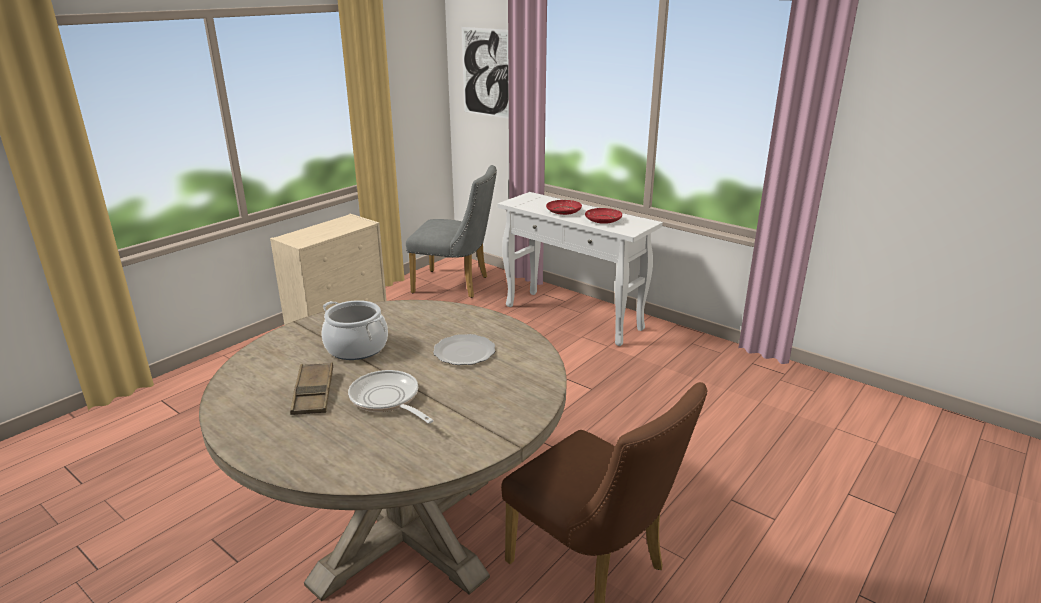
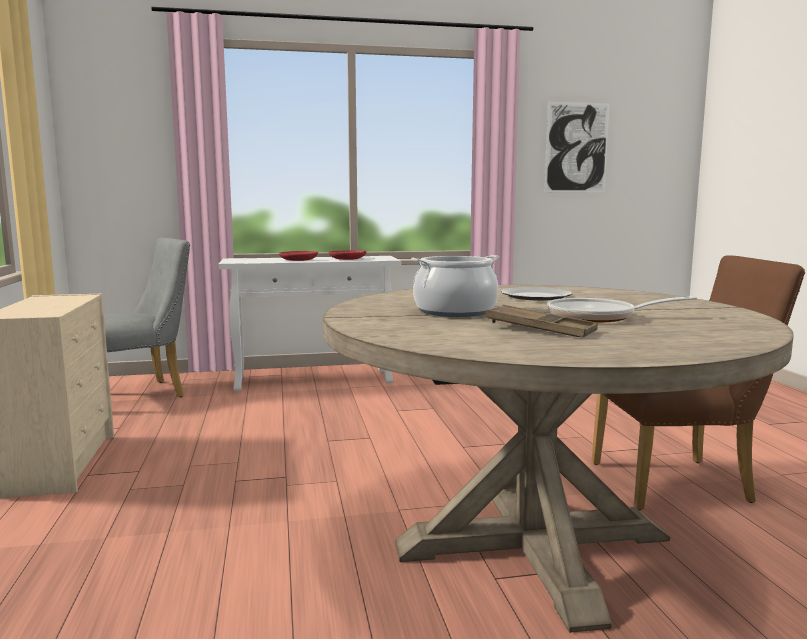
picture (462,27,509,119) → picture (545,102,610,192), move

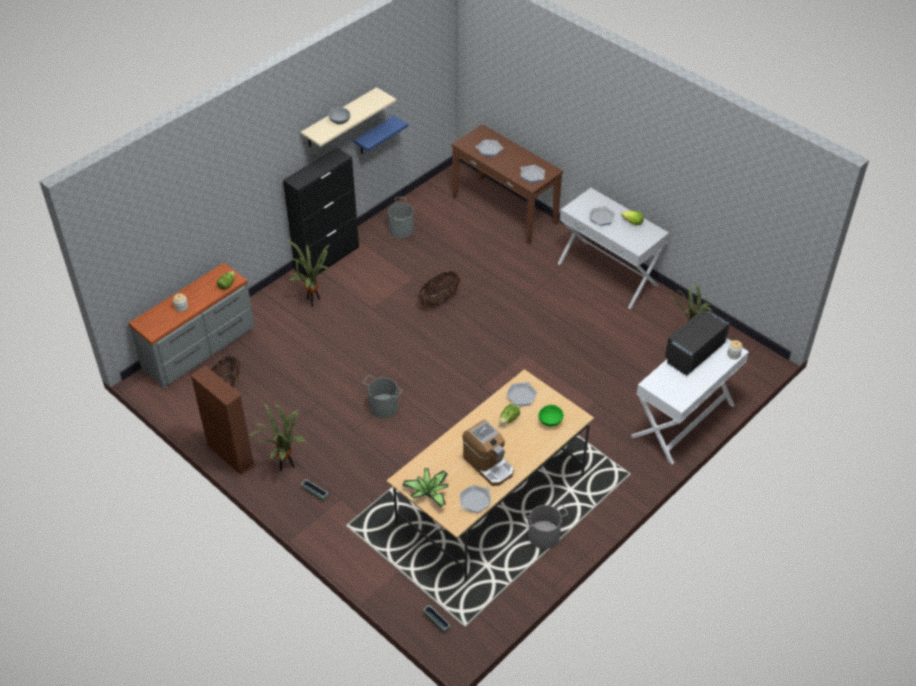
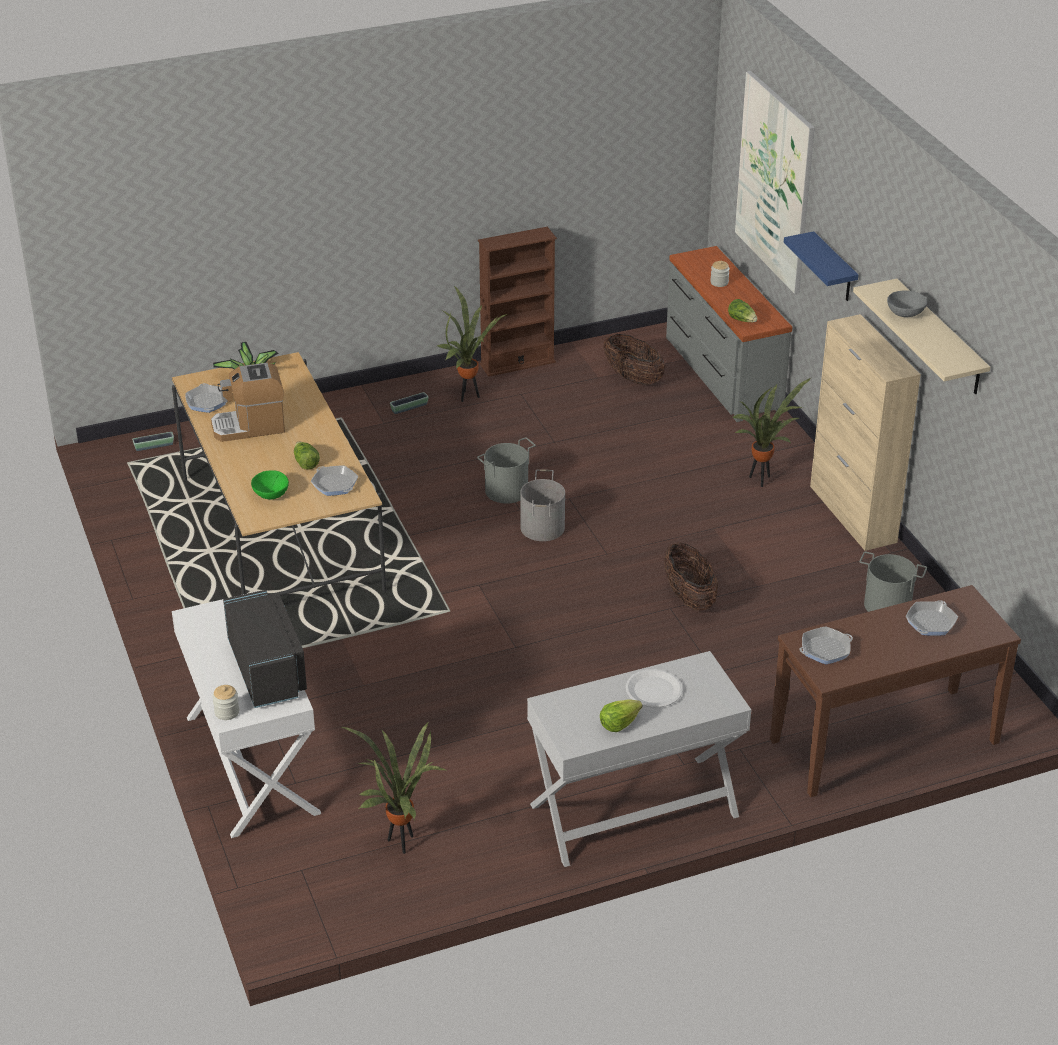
- → picture (735,71,815,294)
shelf (blue) (354,116,408,154) → shelf (blue) (784,231,858,301), move
bucket (grey) (523,505,568,549) → bucket (grey) (520,469,565,541), move
frying pan (589,206,615,226) → plate (white) (626,669,683,708)
cabinet (black) (283,148,359,278) → cabinet (beige) (810,314,921,551)

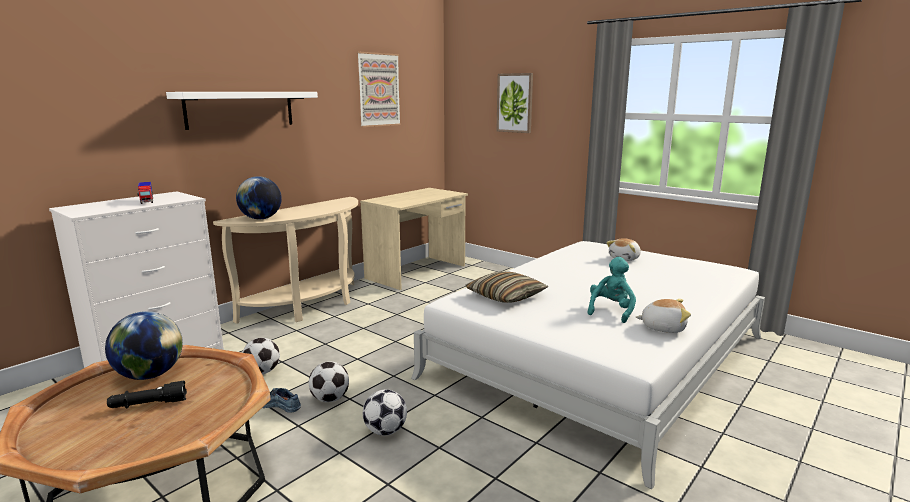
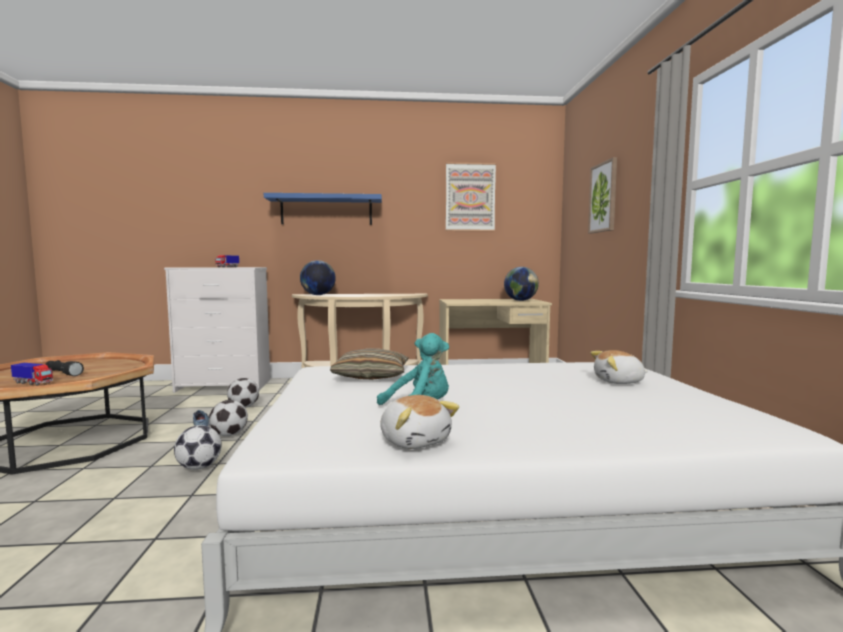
- → toy truck (11,363,53,386)
globe (105,311,183,380) → globe (504,267,539,301), move
shelf (white) (166,92,318,130) → shelf (blue) (264,193,382,225)

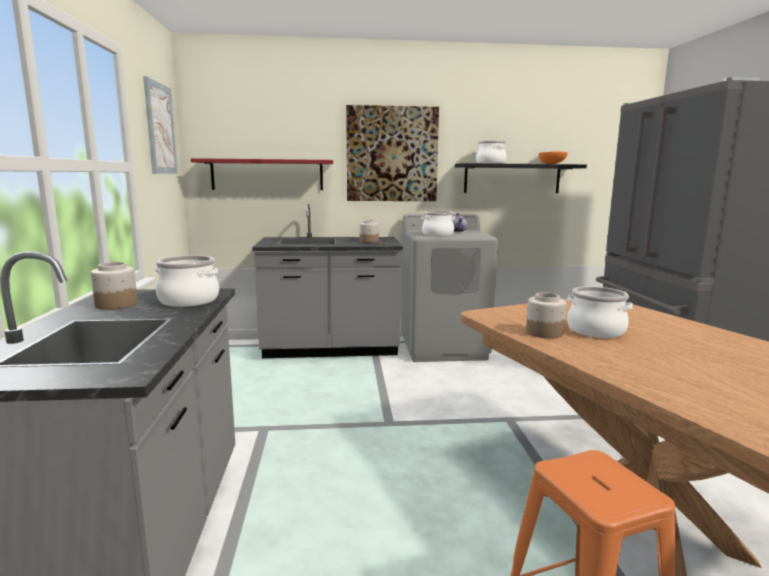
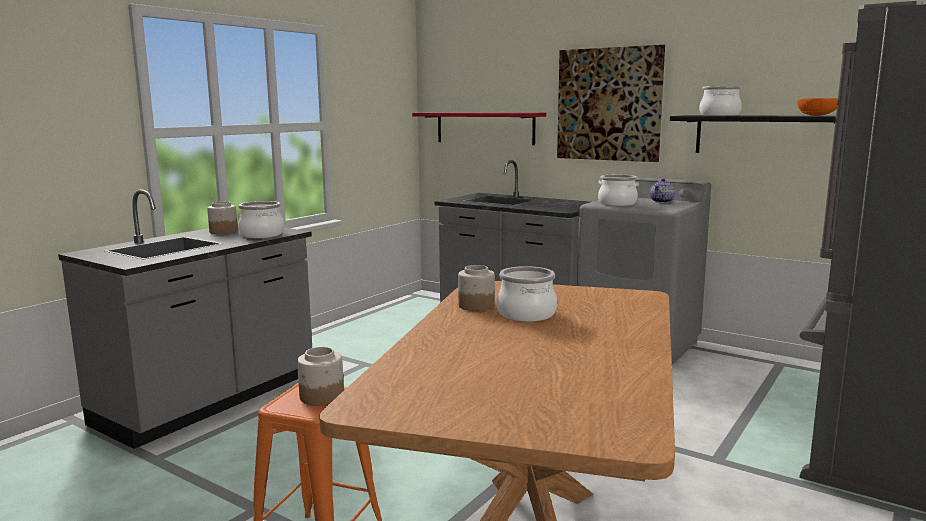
picture (143,76,178,174) → -
jar (360,220,379,243) → jar (297,347,344,405), move

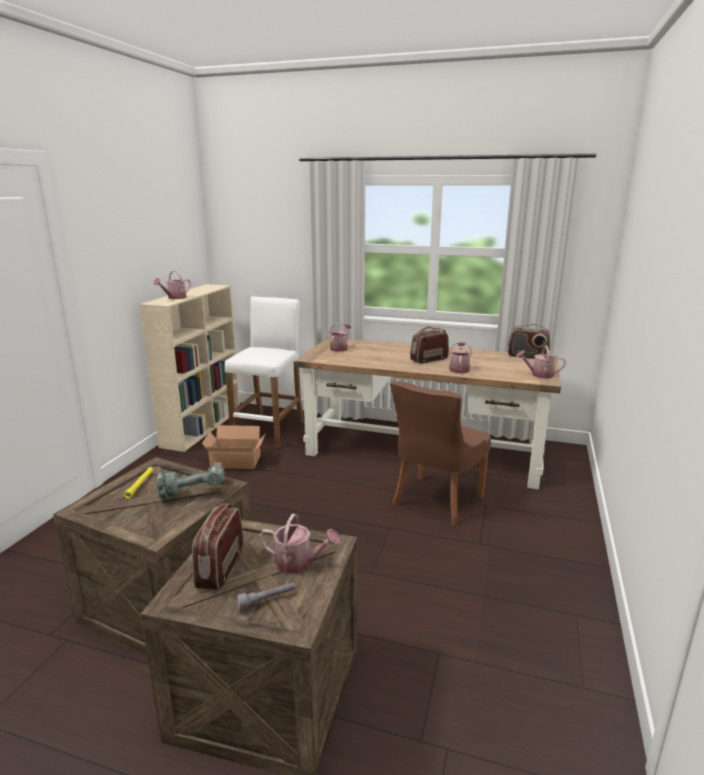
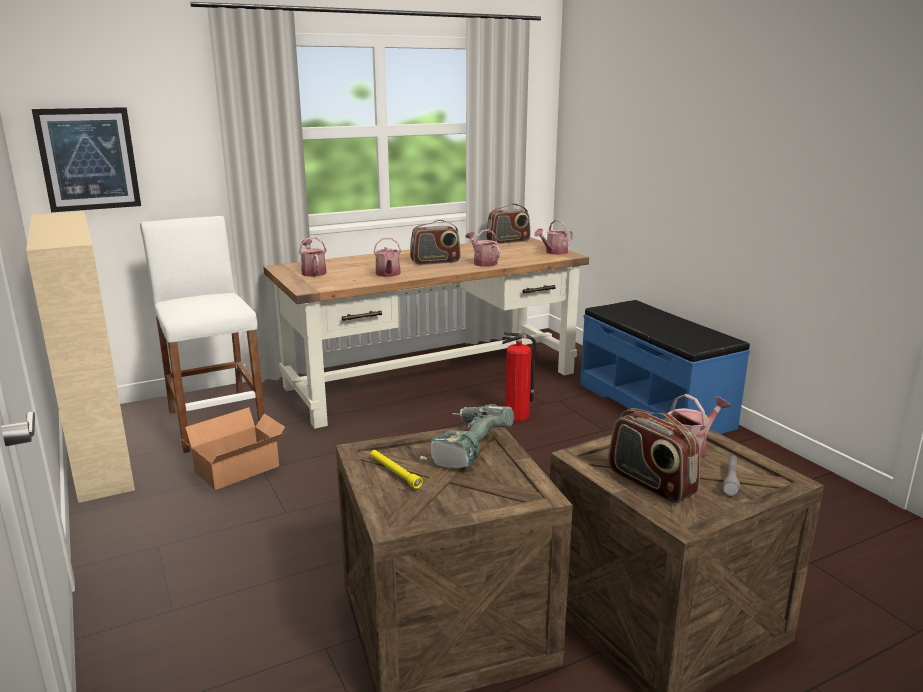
- → picture (32,107,141,212)
- → bench (blue) (580,300,750,434)
watering can (153,271,191,299) → watering can (373,238,401,277), move
chair (brown) (390,381,491,526) → fire extinguisher (502,332,537,421)
radio (410,326,449,364) → radio (410,220,461,265), 120 degrees counterclockwise

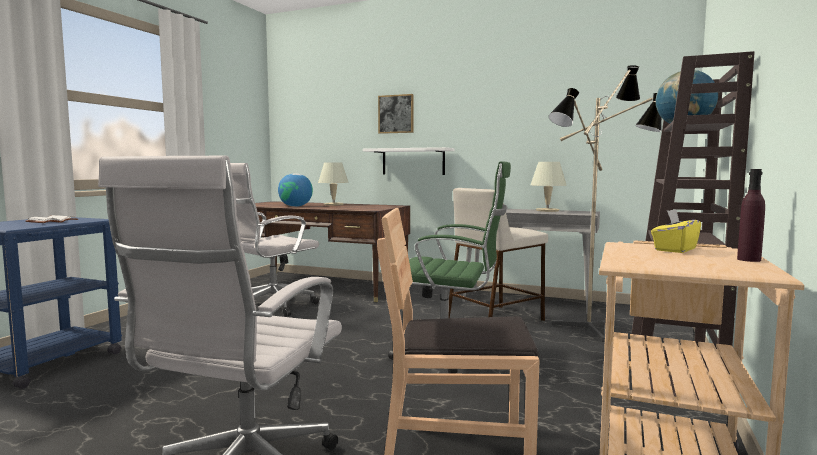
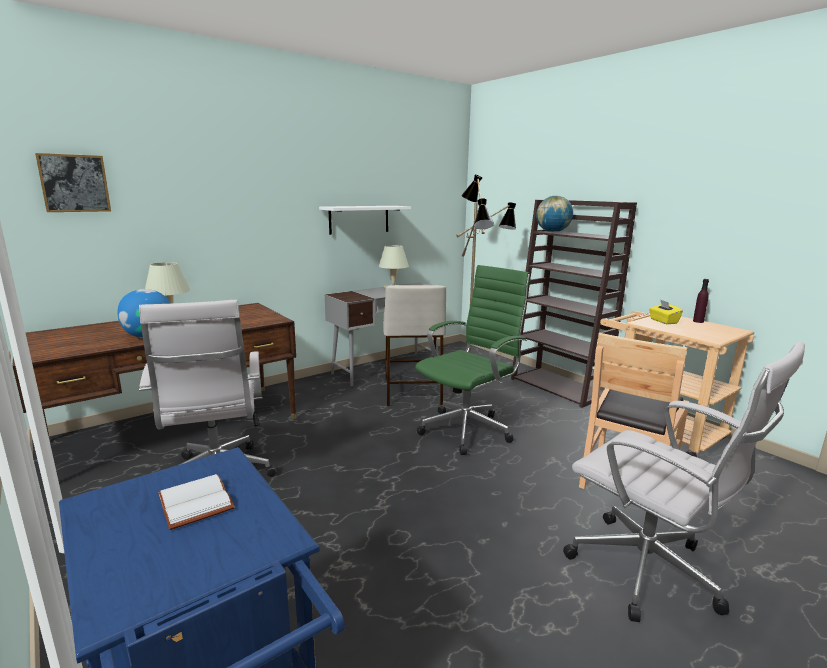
shelf (white) (363,147,454,175) → shelf (white) (319,206,411,235), move
picture (378,94,413,134) → picture (35,153,111,212), move

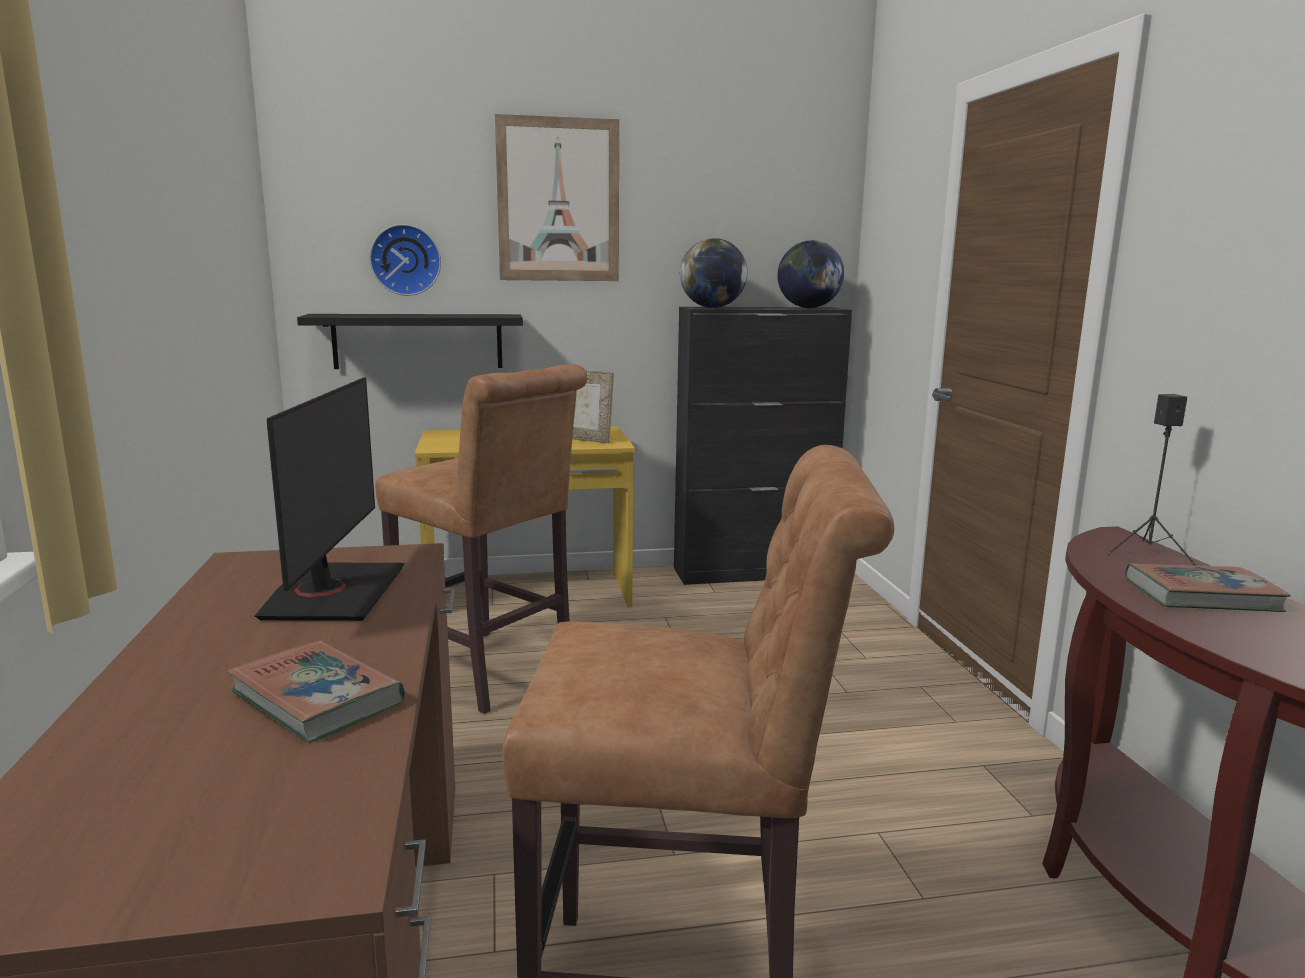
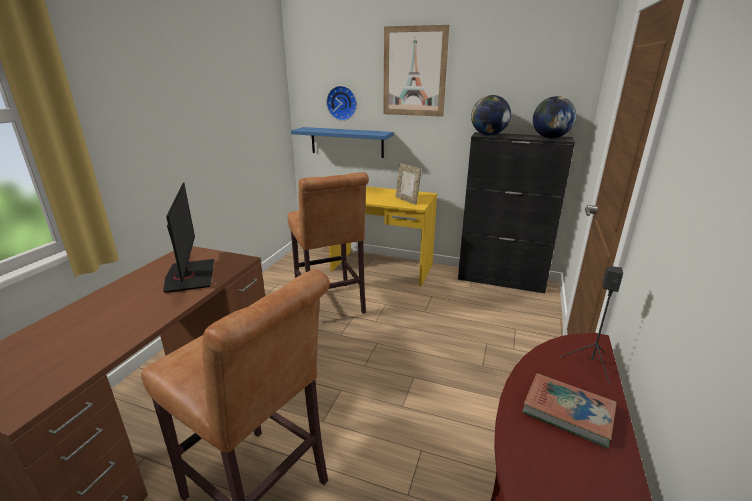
book (227,640,405,743) → -
shelf (black) (297,314,523,369) → shelf (blue) (291,127,393,158)
monitor (255,377,405,621) → monitor (163,183,214,293), 45 degrees counterclockwise

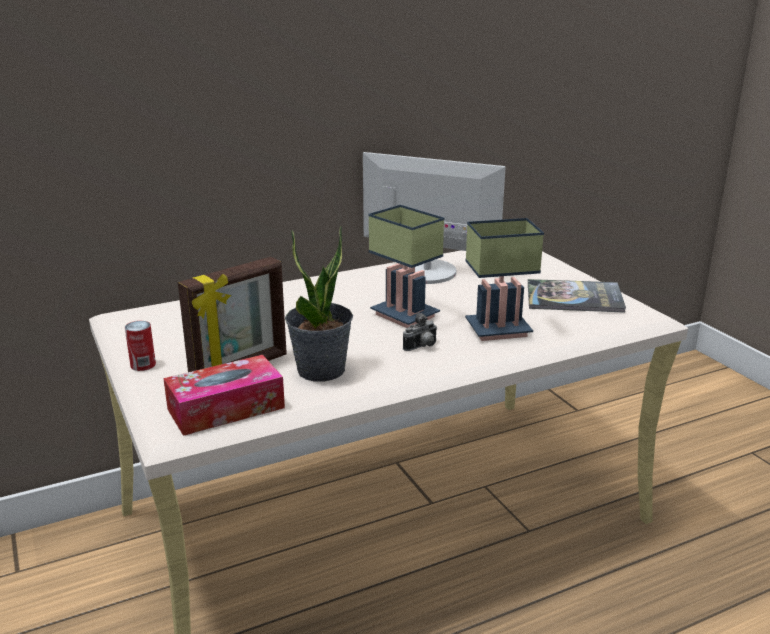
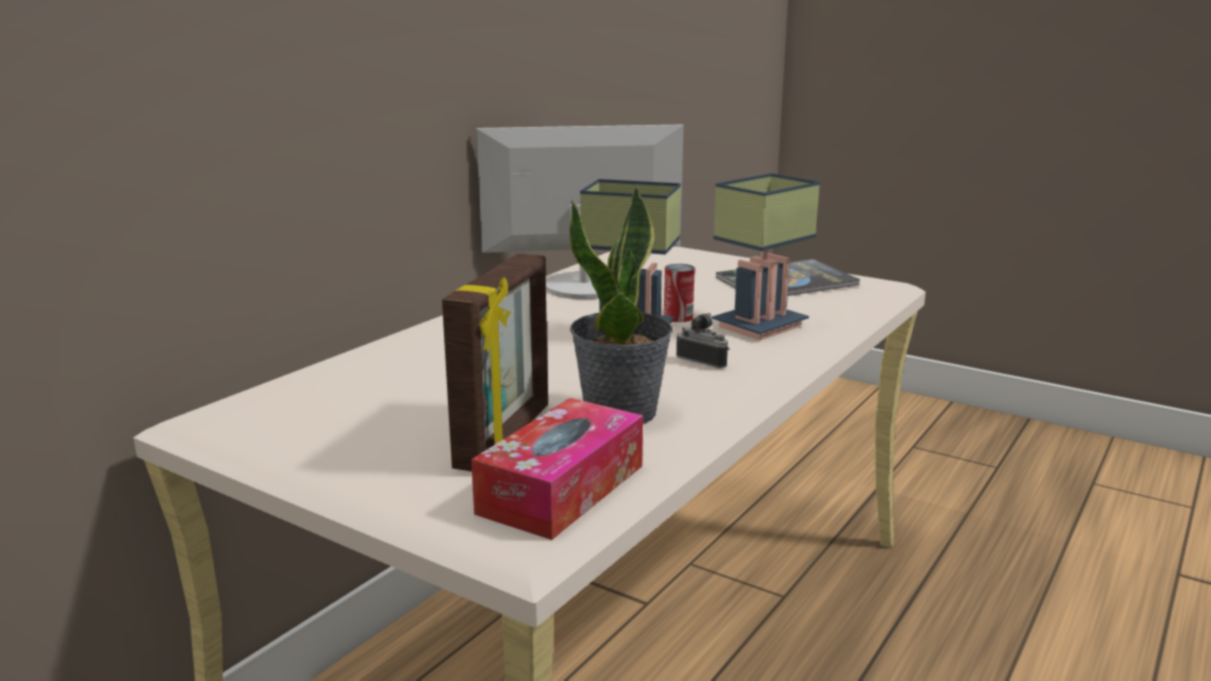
can (125,321,156,371) → can (664,264,695,322), move
photo camera (403,312,437,351) → photo camera (676,313,730,369), 75 degrees counterclockwise

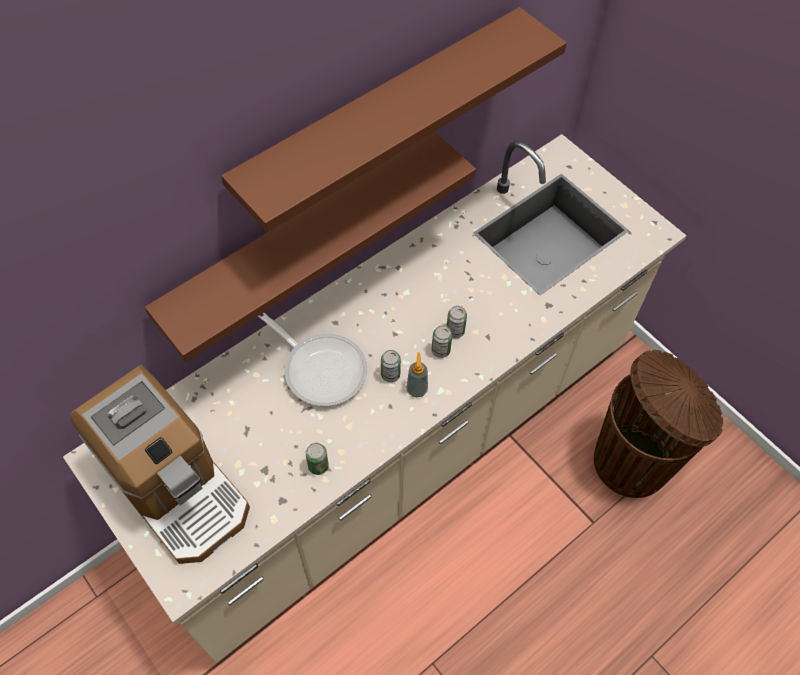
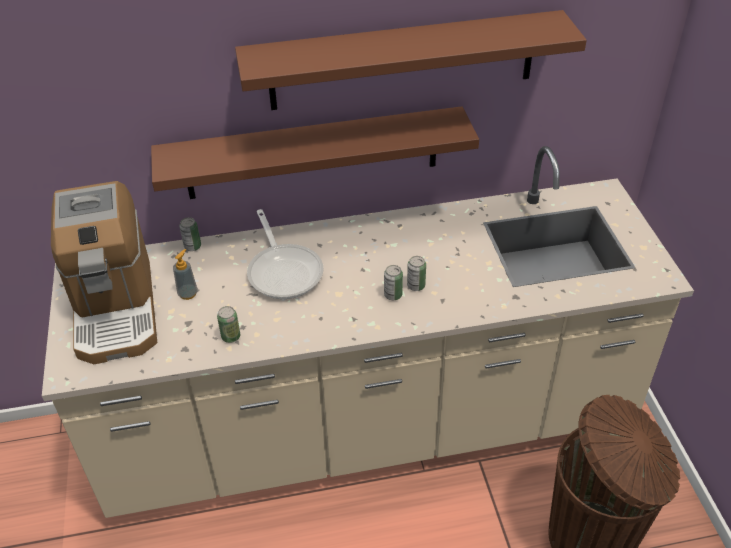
can (381,350,401,382) → can (179,217,201,251), move
soap dispenser (406,352,428,397) → soap dispenser (173,249,198,300), move

